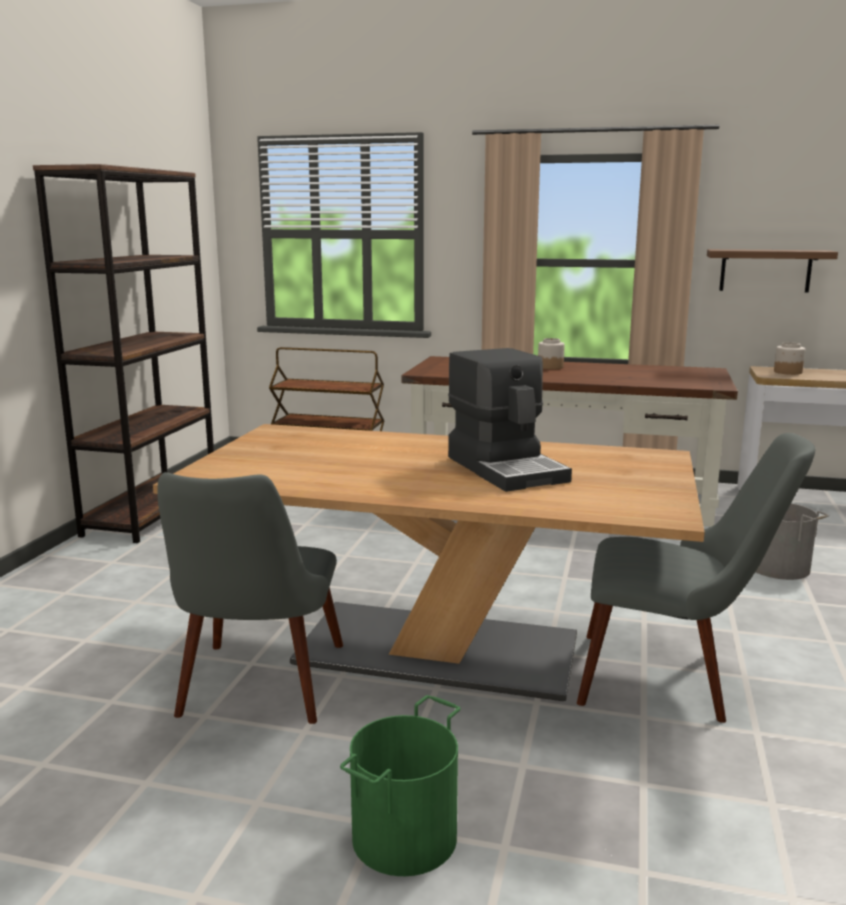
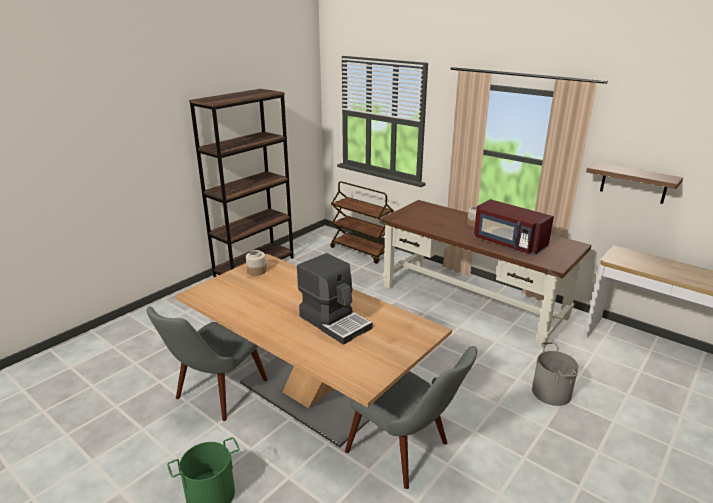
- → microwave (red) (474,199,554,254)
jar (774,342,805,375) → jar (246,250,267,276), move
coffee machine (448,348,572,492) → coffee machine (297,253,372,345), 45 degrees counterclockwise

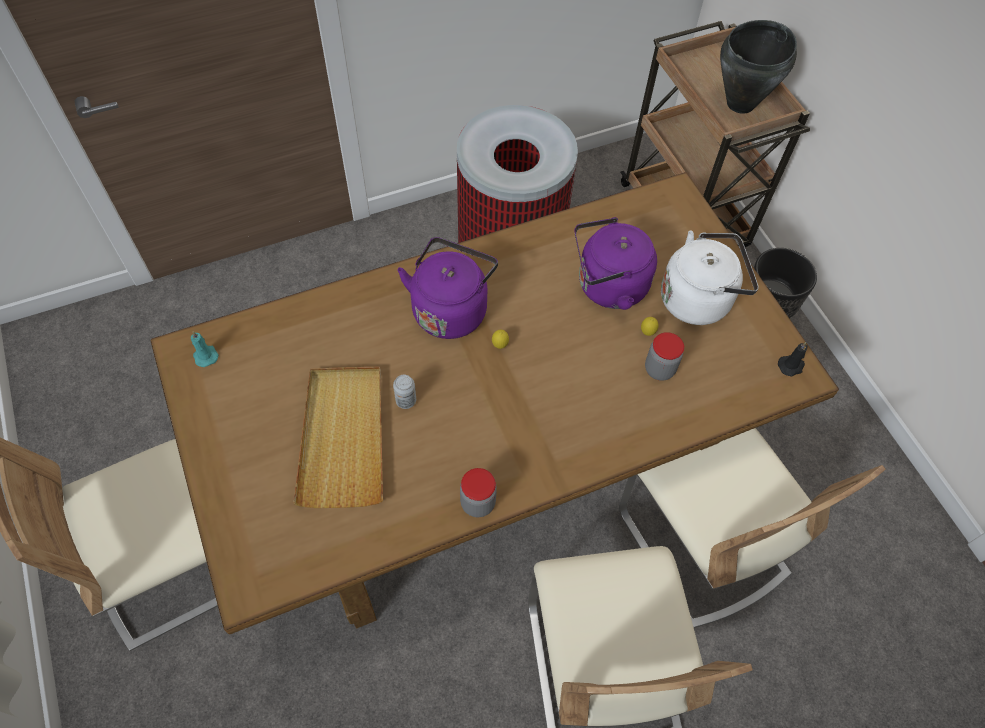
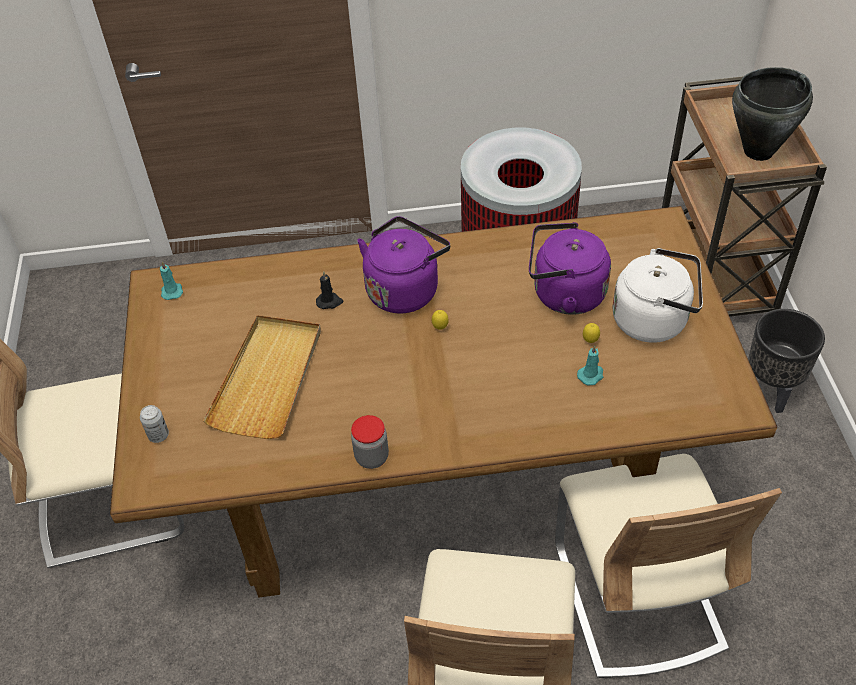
can (393,375,416,409) → can (140,405,169,443), move
candle (black) (778,342,808,377) → candle (black) (316,271,343,309), move
jar (645,332,684,381) → candle (turquoise) (577,345,603,385)

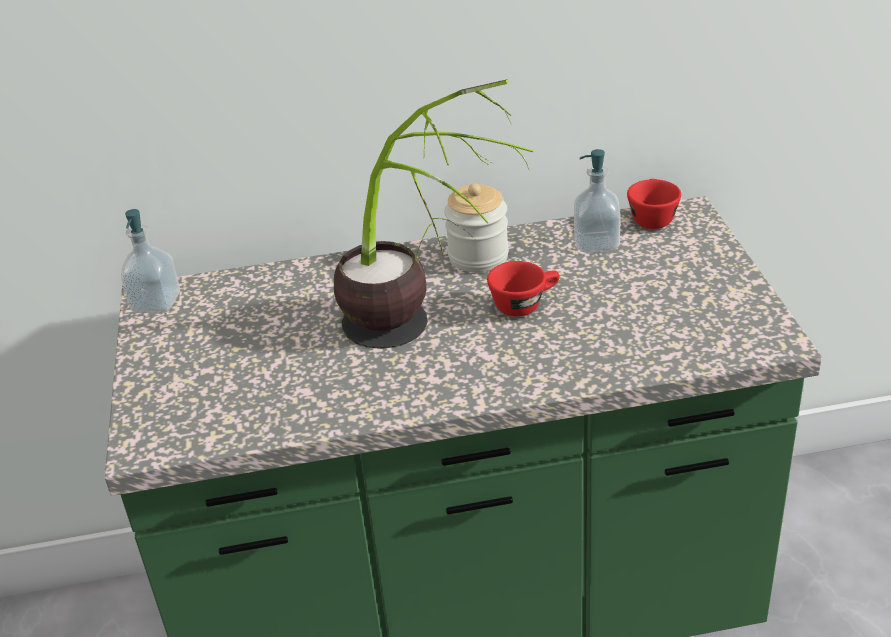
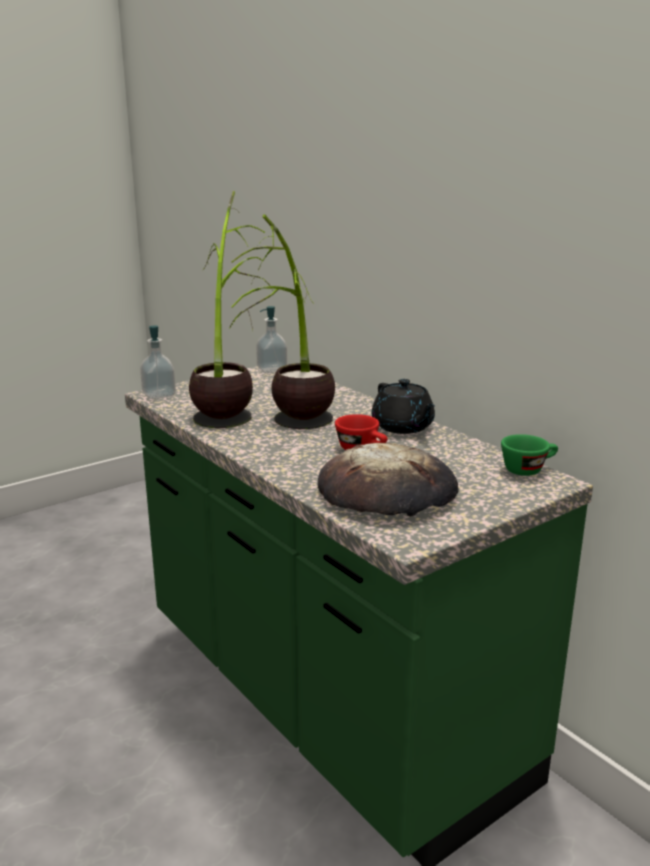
- → potted plant (189,191,274,428)
- → bread (318,443,459,517)
soap dispenser (574,149,621,252) → soap dispenser (140,325,176,399), move
jar (444,183,509,272) → teapot (black) (372,379,435,434)
cup (red) (627,179,681,229) → cup (green) (501,434,558,476)

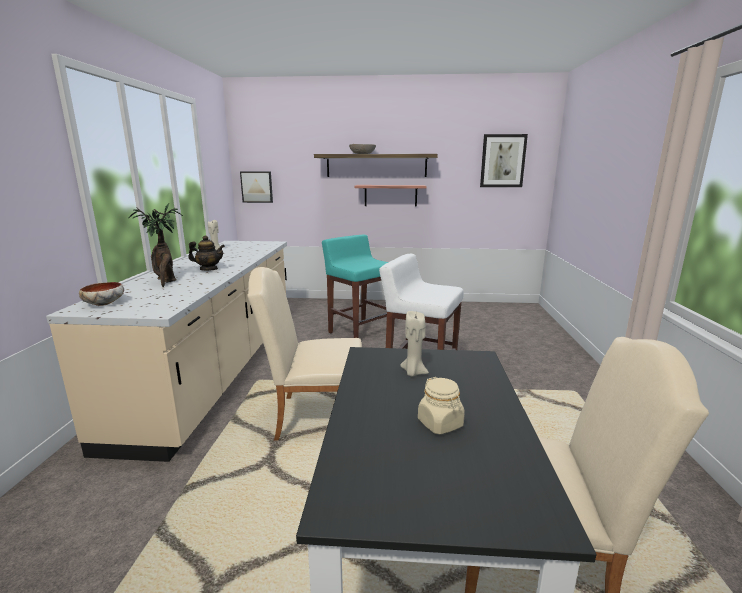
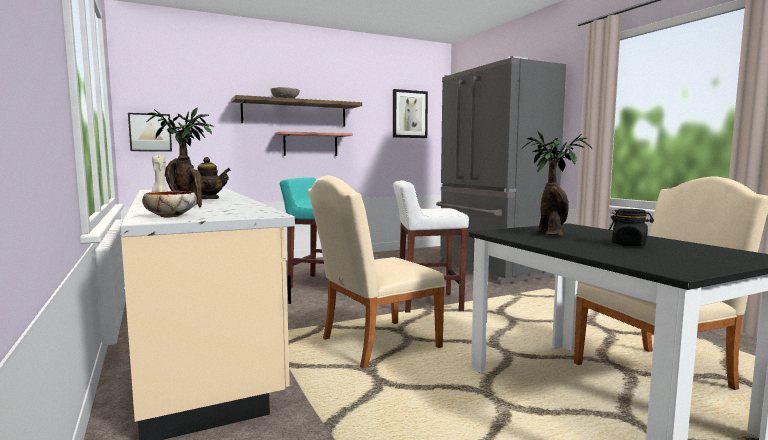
- → fridge (grey) (436,56,566,284)
candle (beige) (400,311,429,377) → potted plant (522,130,592,235)
jar (beige) (418,377,465,434) → jar (black) (609,209,654,246)

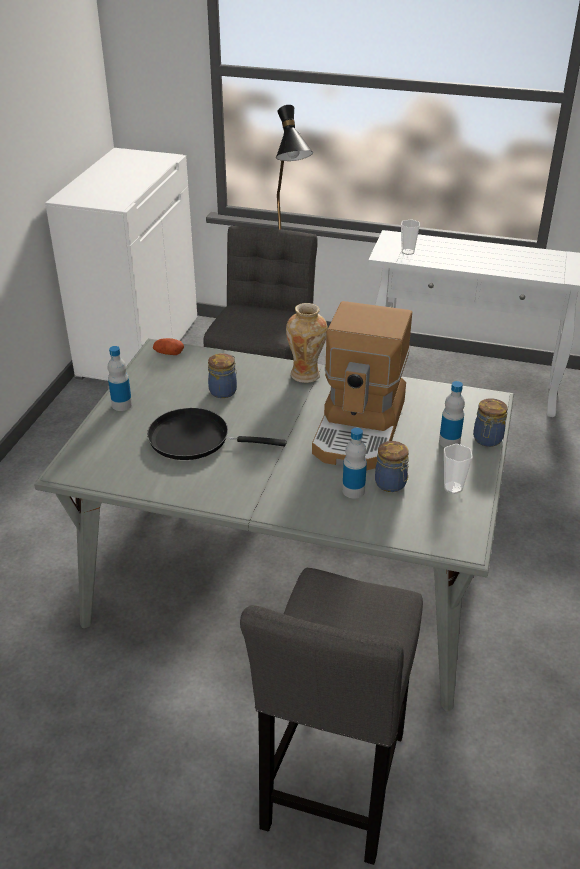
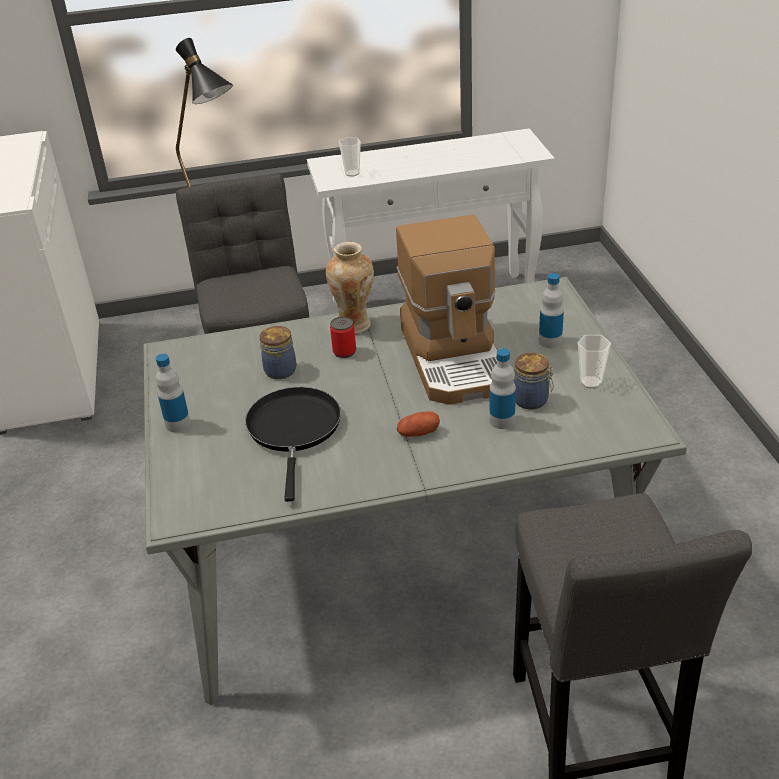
jar (473,398,508,447) → -
- → can (330,317,356,358)
potato (153,338,184,355) → potato (397,411,440,437), move
frying pan (black) (147,408,287,460) → frying pan (black) (245,387,341,502), 105 degrees clockwise

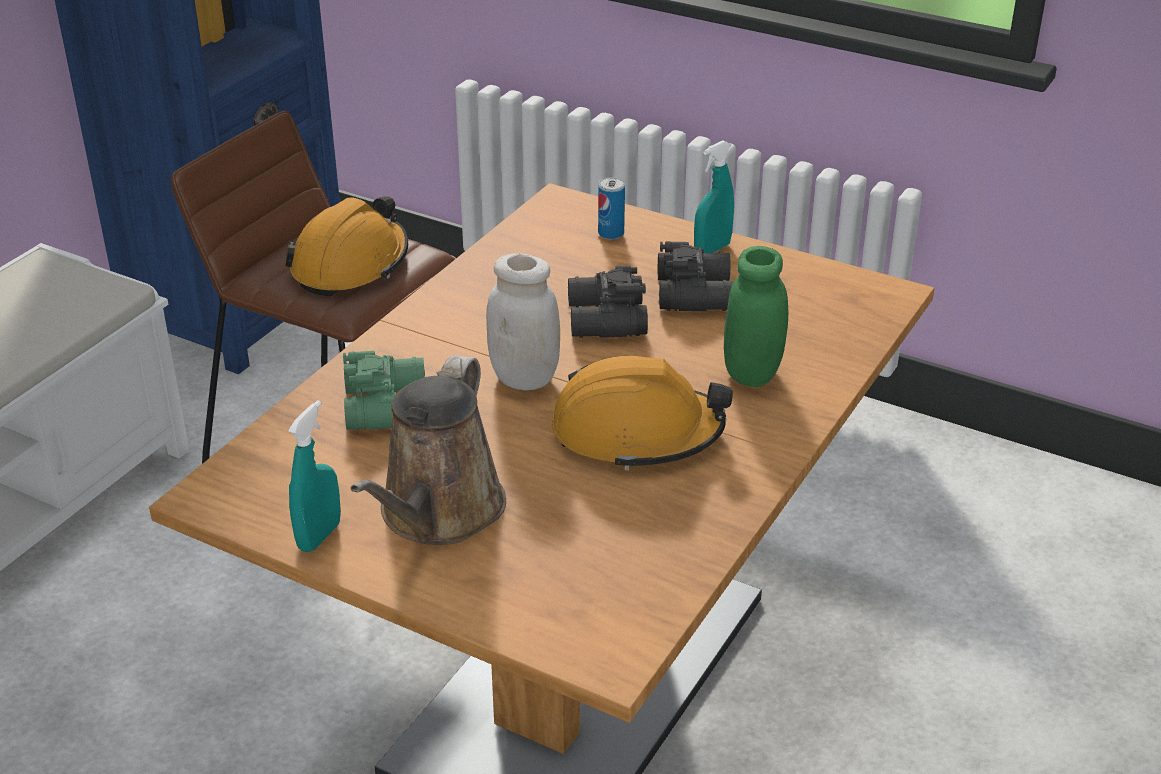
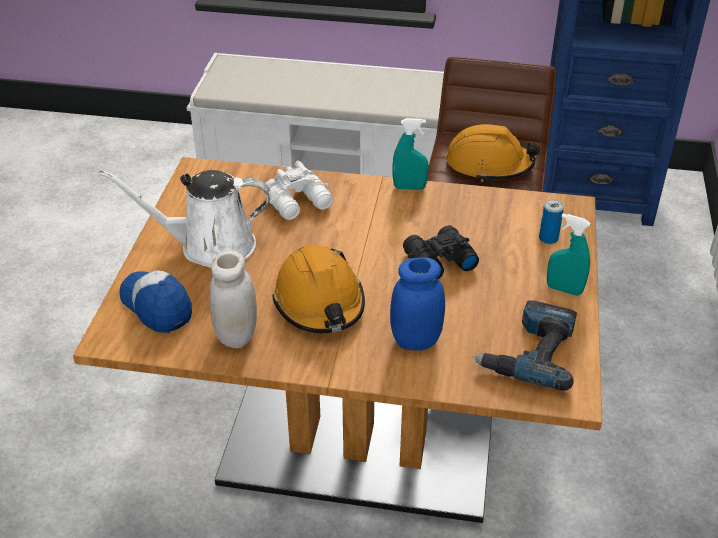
binoculars (black) (658,241,734,311) → -
- → cap (119,270,192,333)
- → power drill (473,300,577,391)
spray bottle (turquoise) (288,400,341,552) → spray bottle (turquoise) (393,118,429,190), move
jar (white) (486,253,560,390) → jar (white) (210,250,257,348), move
binoculars (green) (343,351,425,430) → binoculars (white) (265,161,333,220)
watering can (brown) (351,355,506,545) → watering can (white) (99,170,271,268)
jar (green) (724,246,788,387) → jar (blue) (390,257,445,350)

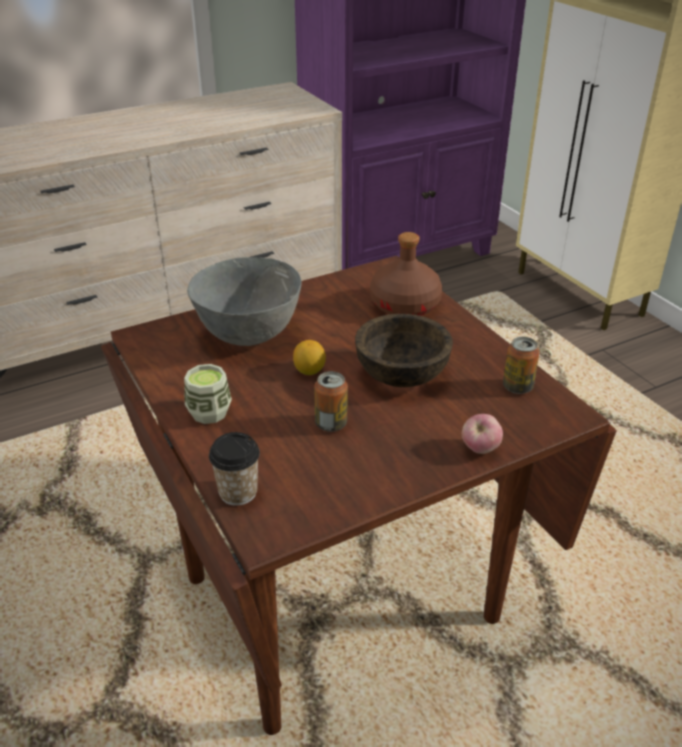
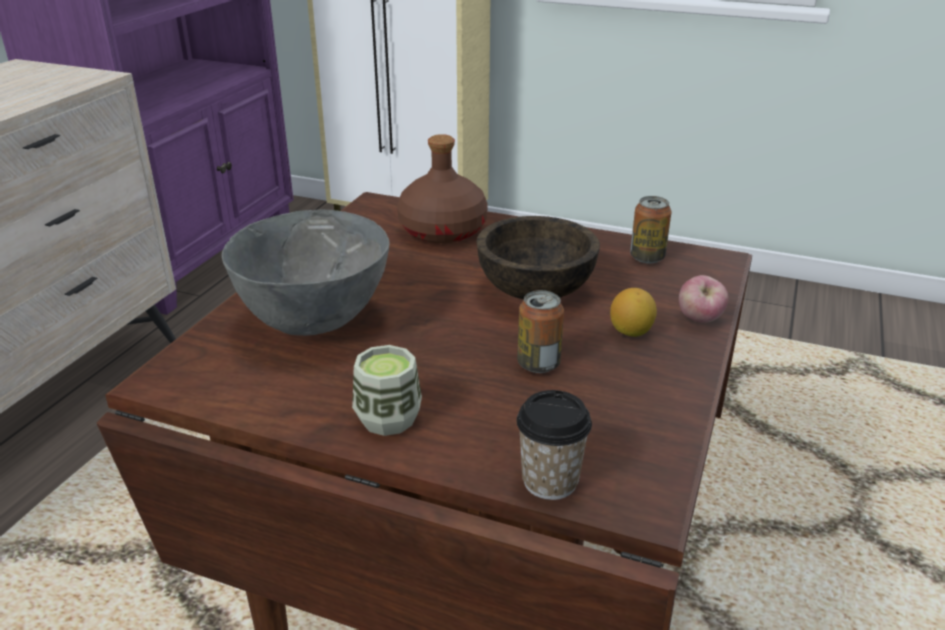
lemon (293,340,326,375) → lemon (610,288,657,337), move

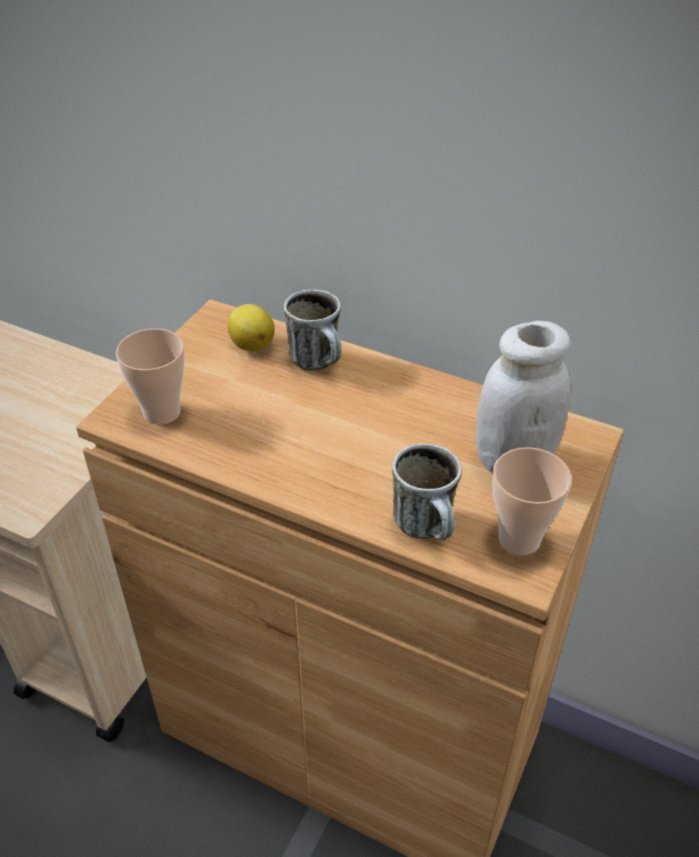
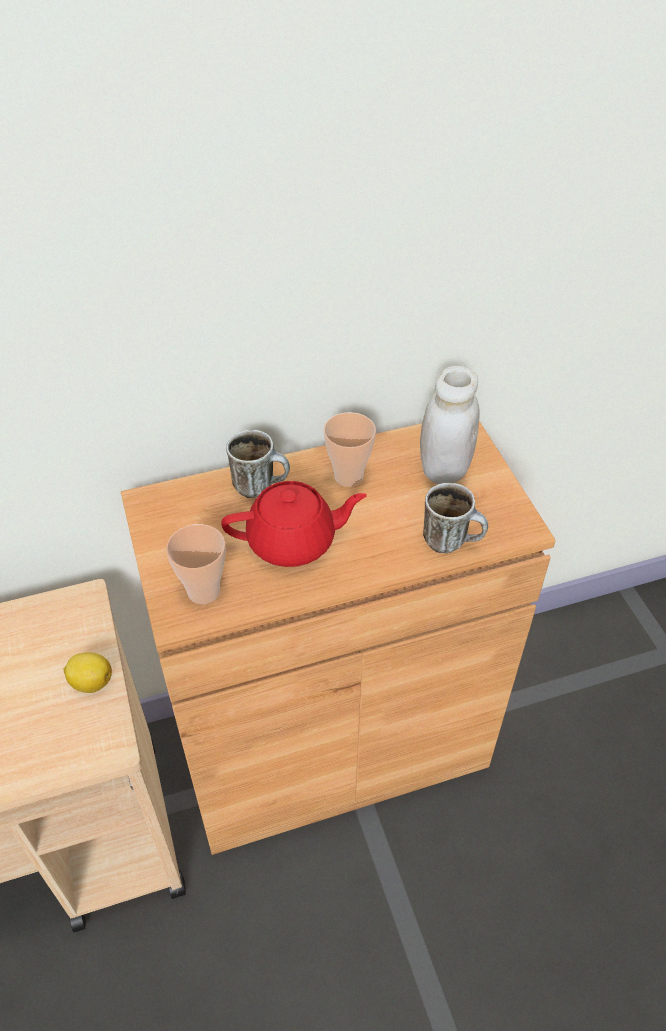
- → teapot (red) (221,481,367,567)
lemon (227,304,275,352) → lemon (63,652,112,693), move
cup (492,447,572,555) → cup (324,412,376,487), move

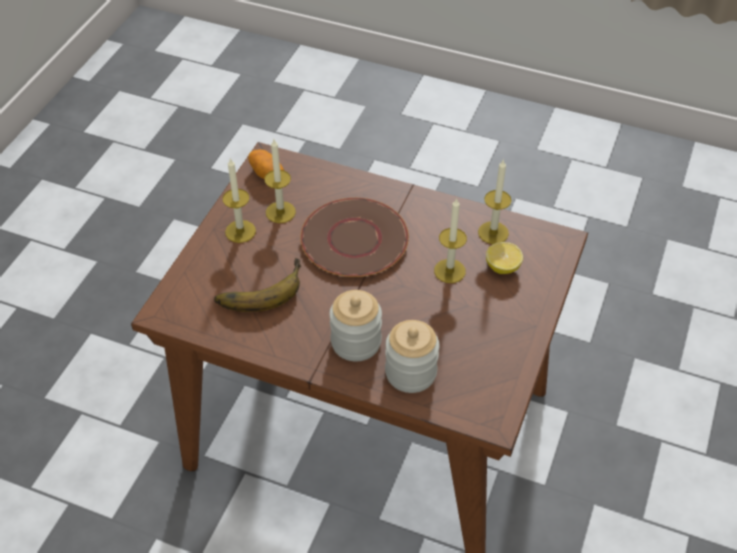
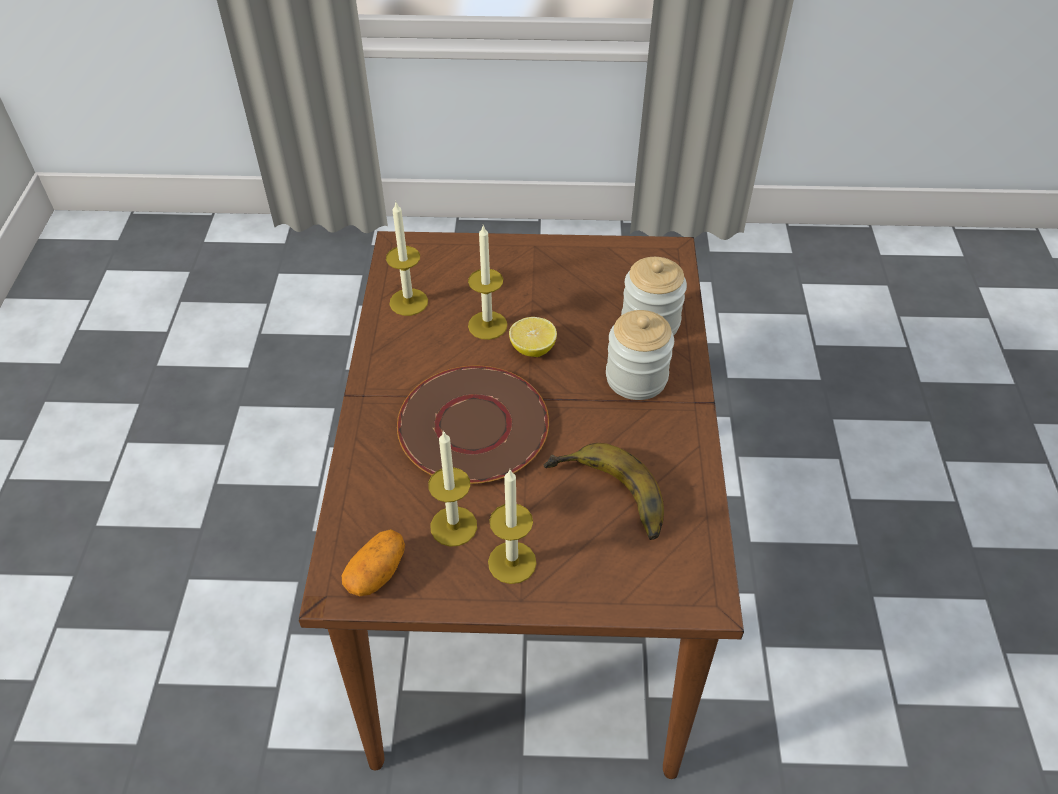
lemon (486,242,523,274) → lemon (509,317,557,357), move

